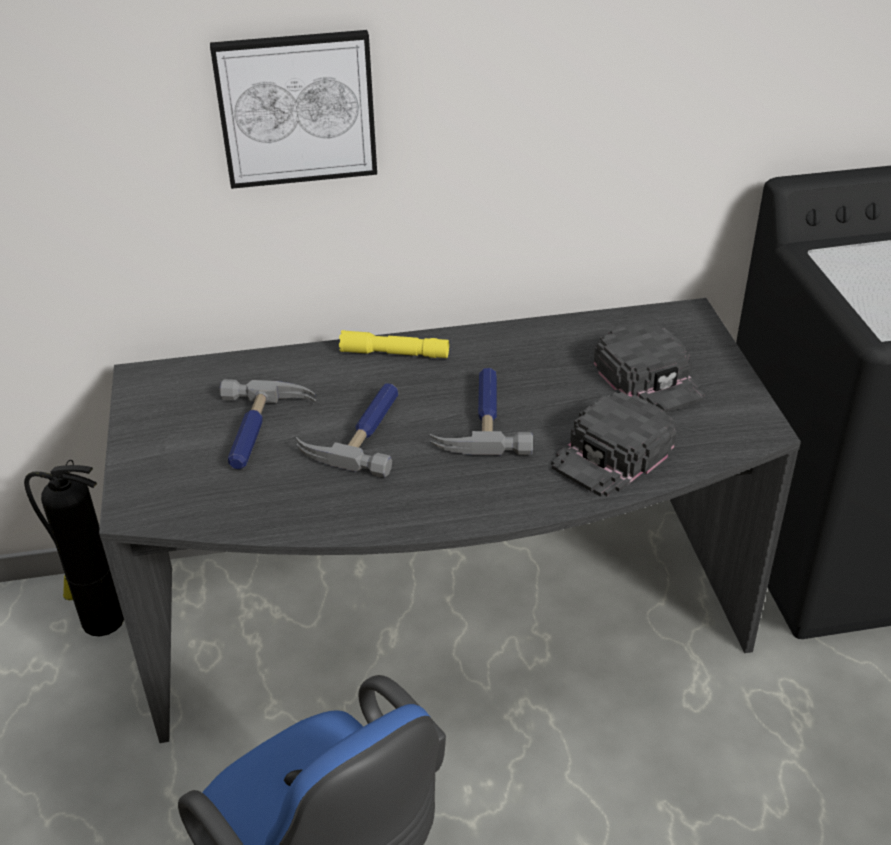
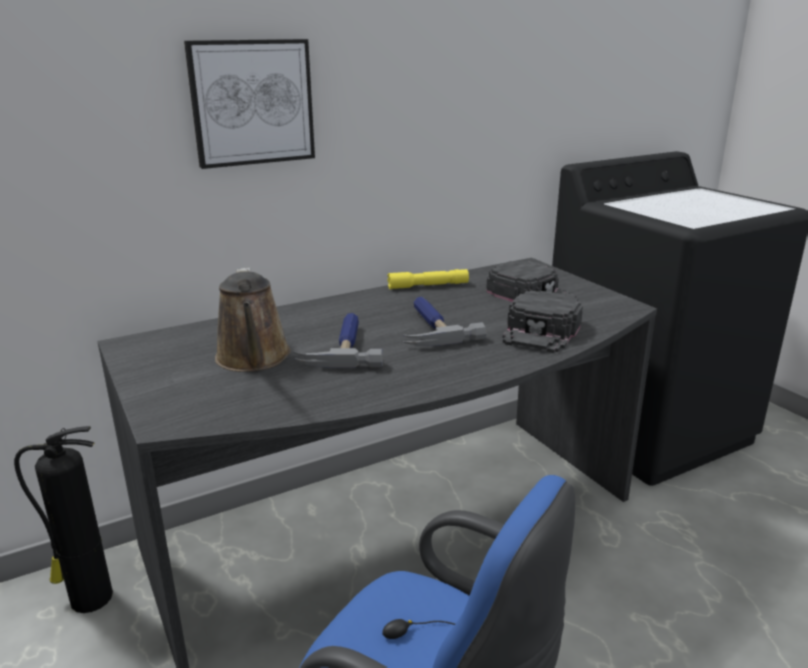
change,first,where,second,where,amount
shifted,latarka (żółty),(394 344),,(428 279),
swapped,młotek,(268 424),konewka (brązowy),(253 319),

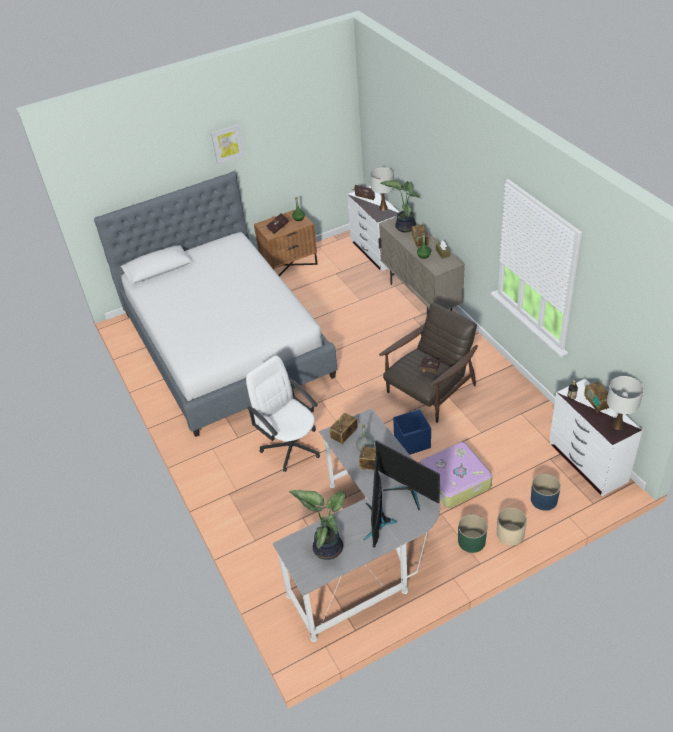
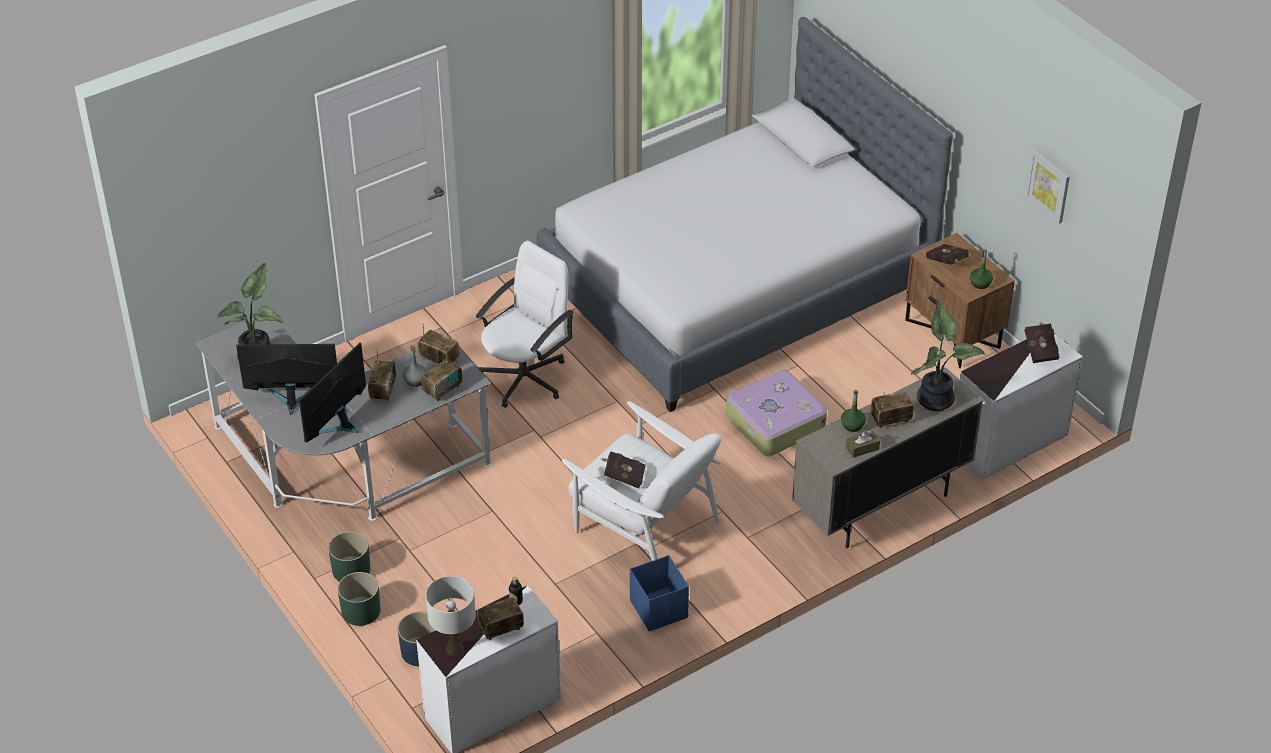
change,first,where,second,where,amount
gone,lampa stołowa (biały),(382 189),,,
new,,,radio,(441 374),
shifted,obraz,(227 144),,(1048 187),
shifted,pojemnik do przechowywania (niebieski),(412 432),,(659 593),
shifted,walizka,(456 475),,(776 413),
repainted,fotel (brązowy),(428 363),fotel (biały),(642 481),
repainted,donica (beżowy),(512 527),donica (zielony),(359 599),

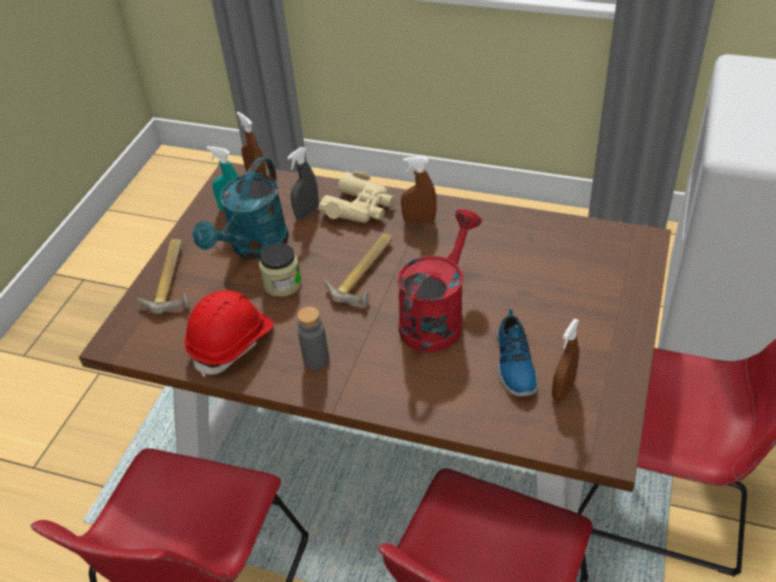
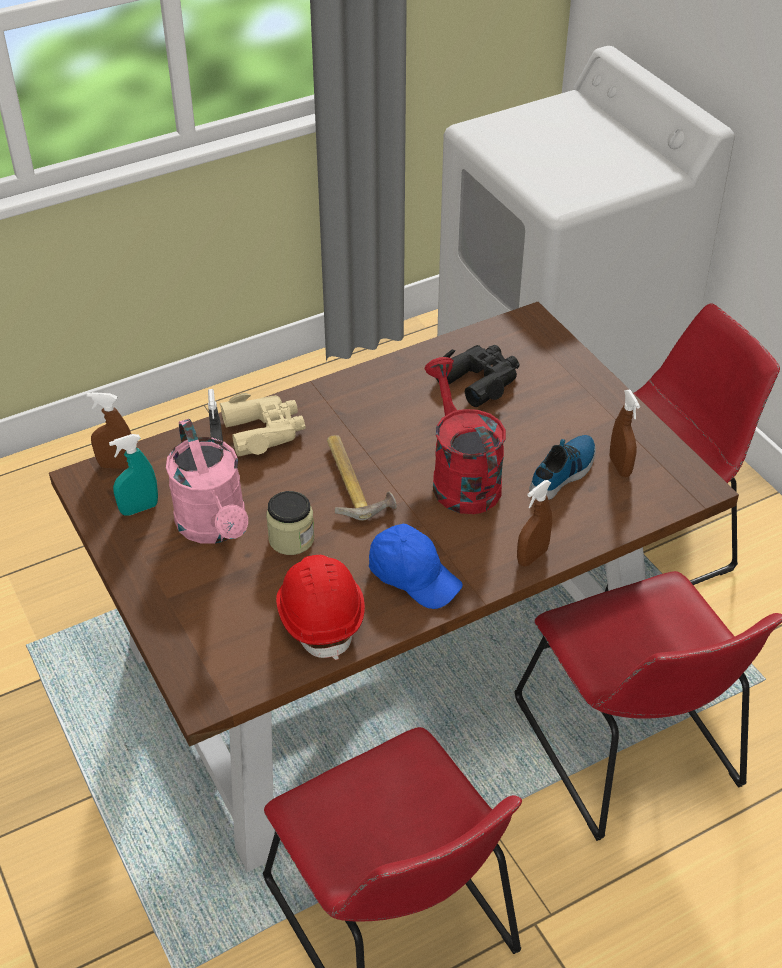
change,first,where,second,where,amount
gone,młotek,(163 276),,,
new,,,lornetka (czarny),(478 376),
shifted,spryskiwacz (brązowy),(419 190),,(534 523),
swapped,butelka (szary),(313 338),czapka z daszkiem (niebieski),(416 566),
repainted,konewka (turkusowy),(240 208),konewka (różowy),(207 481),
rotated,but,(517 353),,(562 467),90 degrees counterclockwise

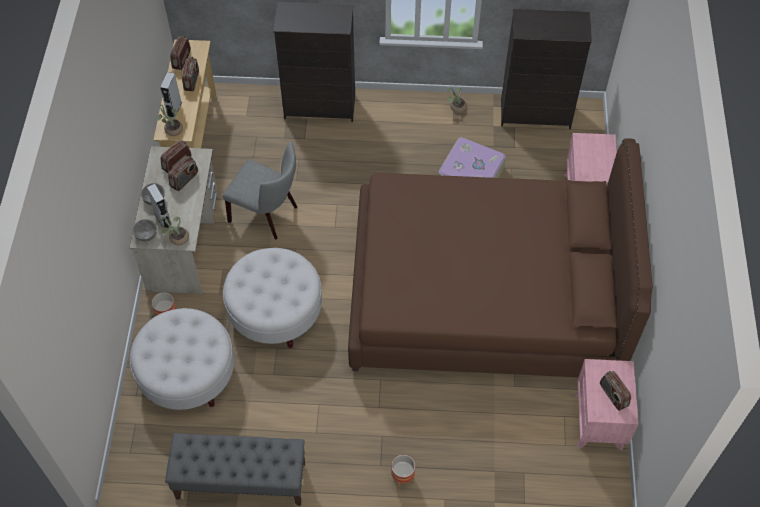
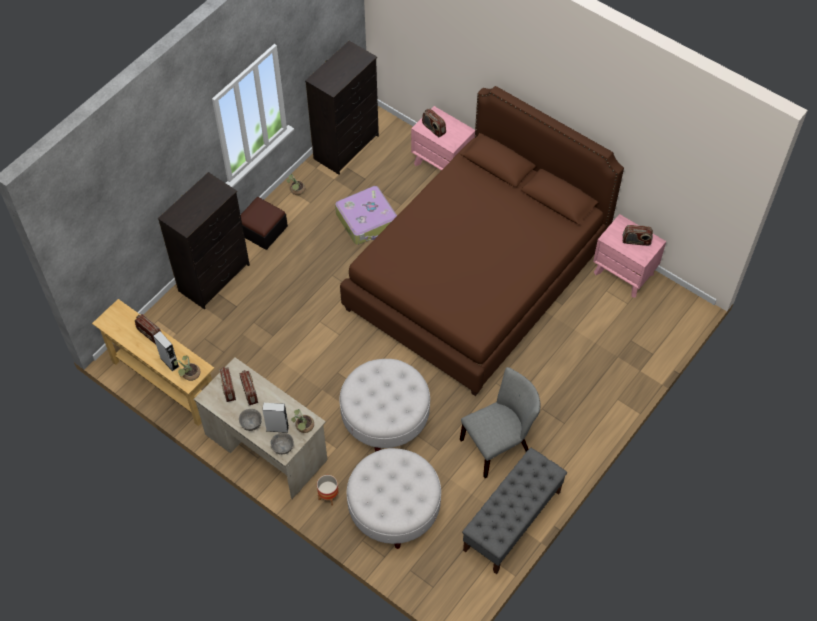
change,first,where,second,where,amount
gone,donica,(403 472),,,
new,,,pufa,(264 223),
shifted,radio,(180 53),,(434 123),
shifted,krzesło (szary),(260 190),,(500 422),

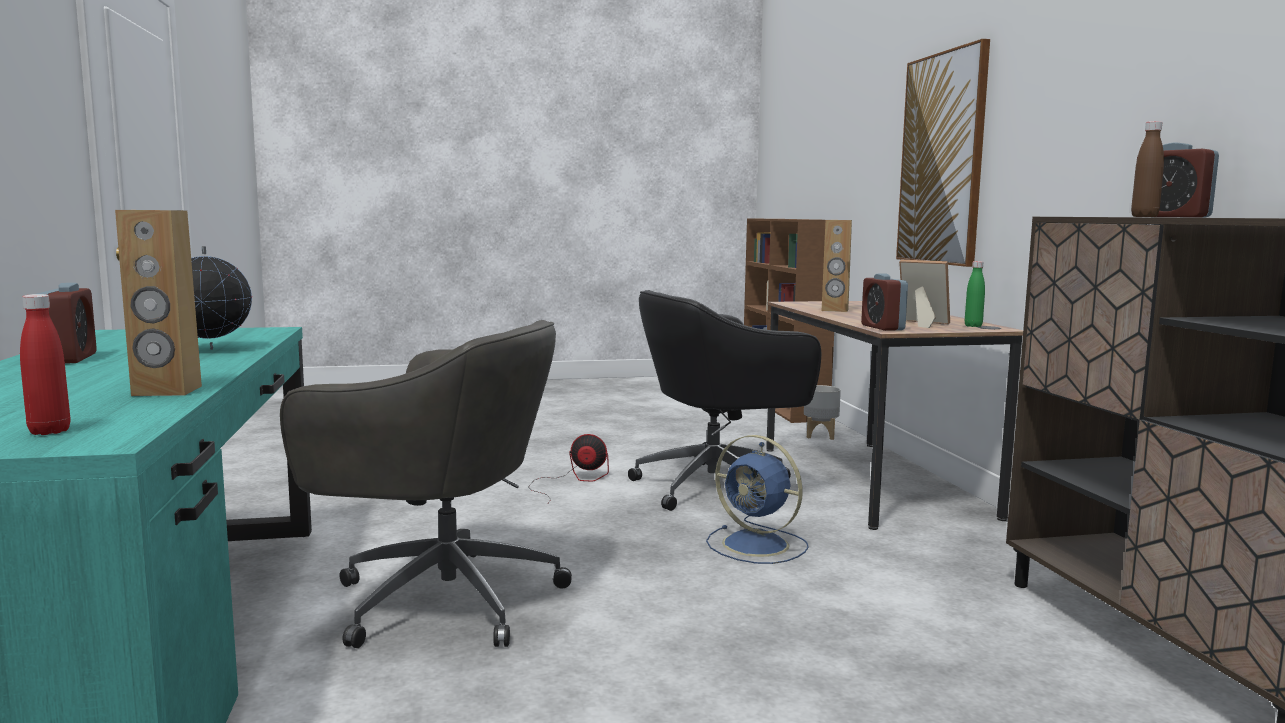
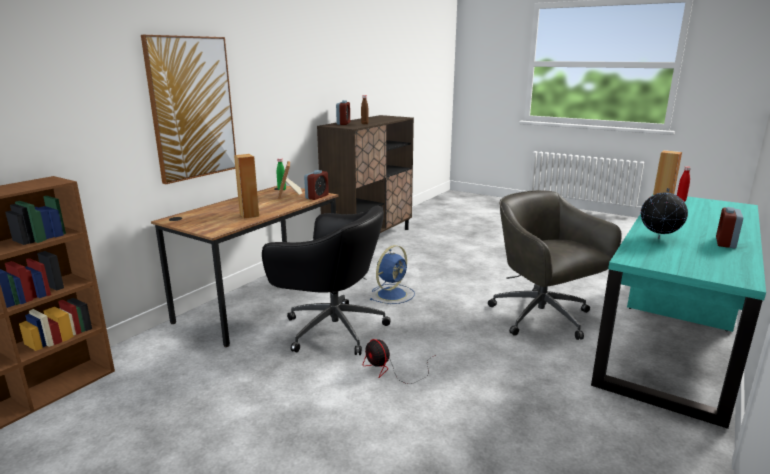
change,first,where,second,where,amount
gone,donica (szary),(822 412),,,
rotated,wentylator (niebieski),(757 499),,(392 274),45 degrees clockwise

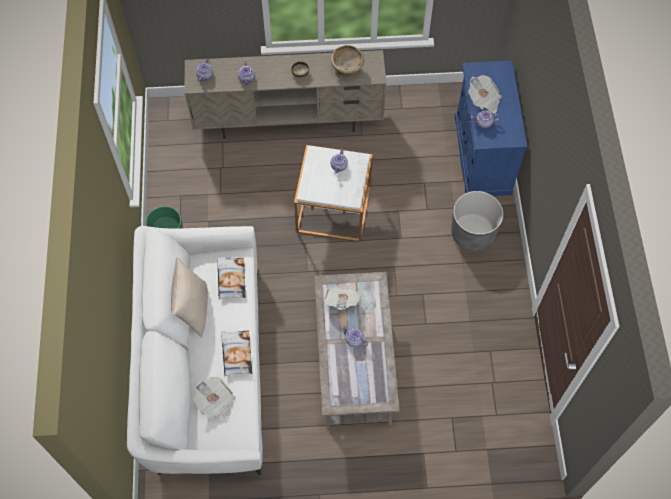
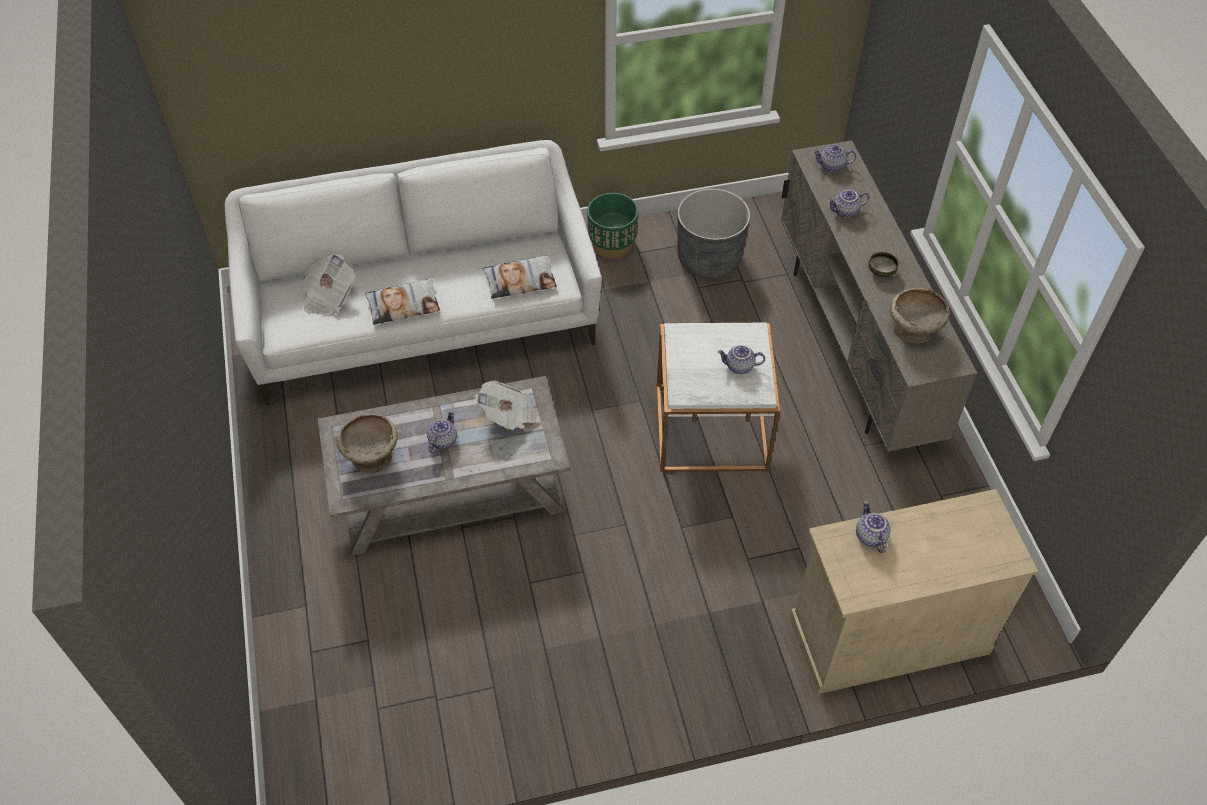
change,first,where,second,where,amount
gone,poduszka (beżowy),(189 297),,,
gone,gazeta,(485 94),,,
new,,,miska (beżowy),(367 443),
shifted,donica (szary),(477 221),,(713 234),
repainted,szafka (niebieski),(491 128),szafka (beżowy),(914 591),

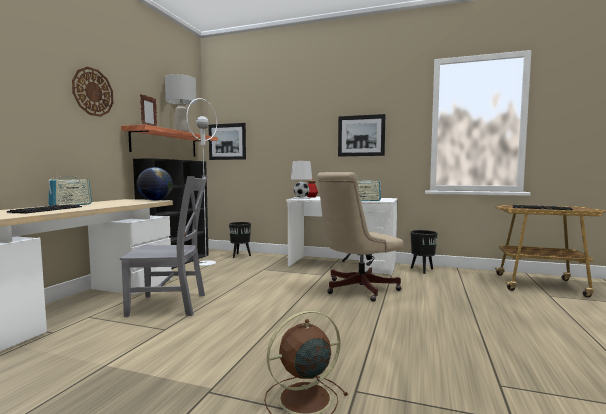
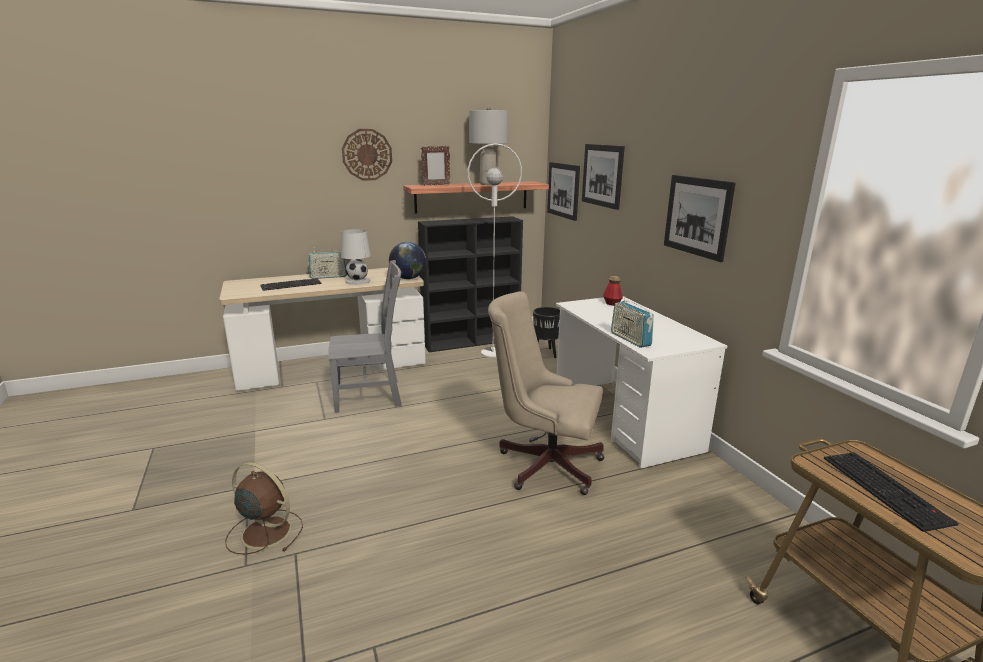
change,first,where,second,where,amount
gone,donica (czarny),(424 252),,,
new,,,obraz,(603 177),
shifted,lampa stołowa (biały),(301 180),,(356 257),
rotated,krzesło (szary),(164 246),,(365 336),60 degrees counterclockwise

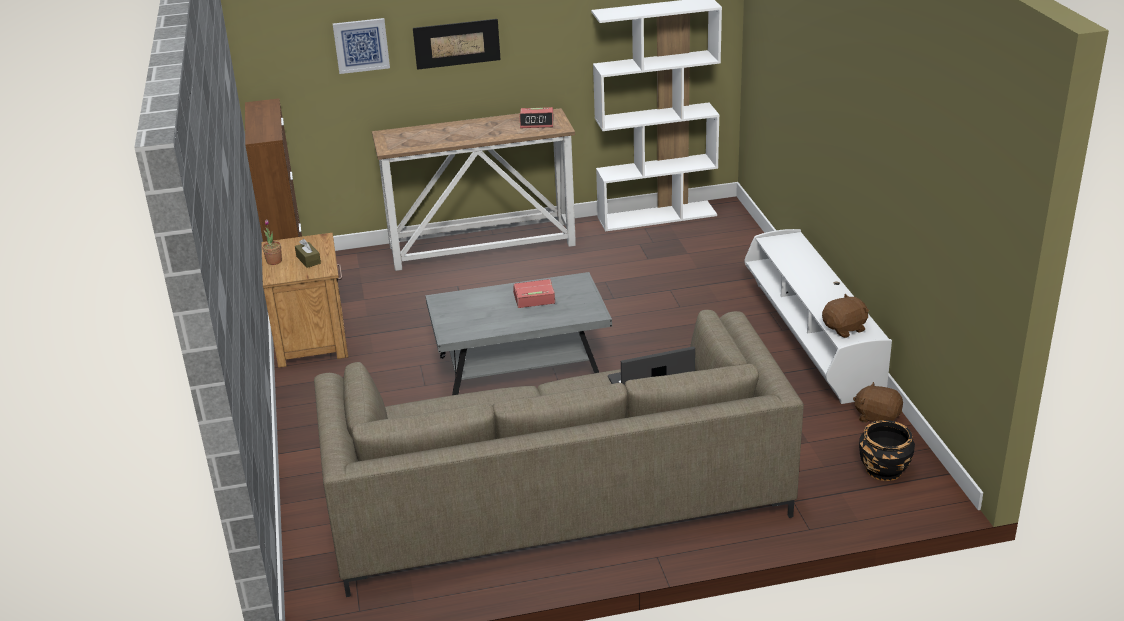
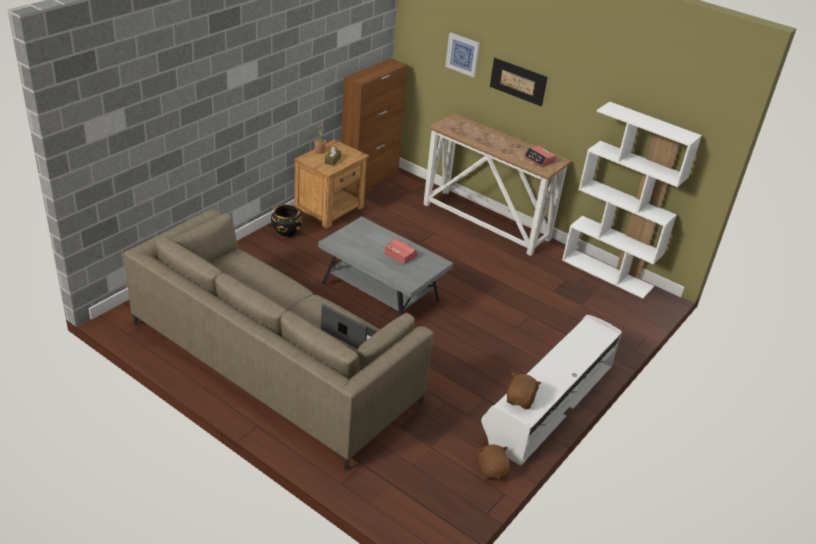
change,first,where,second,where,amount
shifted,donica (czarny),(887 450),,(286 221),
rotated,pluszak (brązowy),(845 316),,(524 391),90 degrees counterclockwise

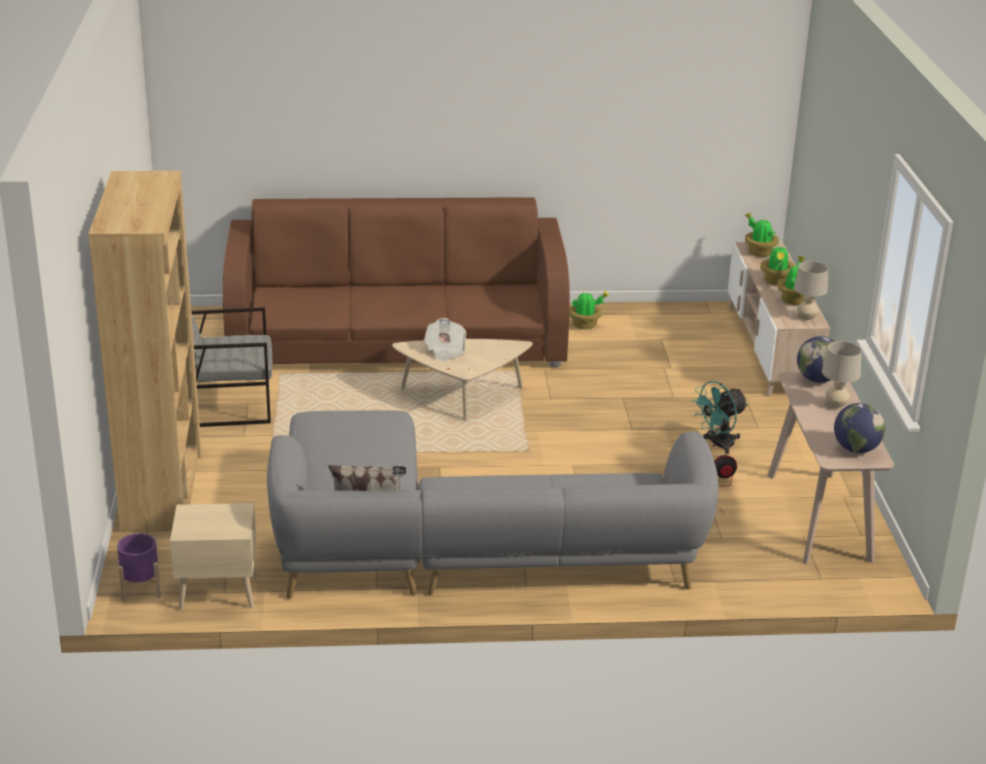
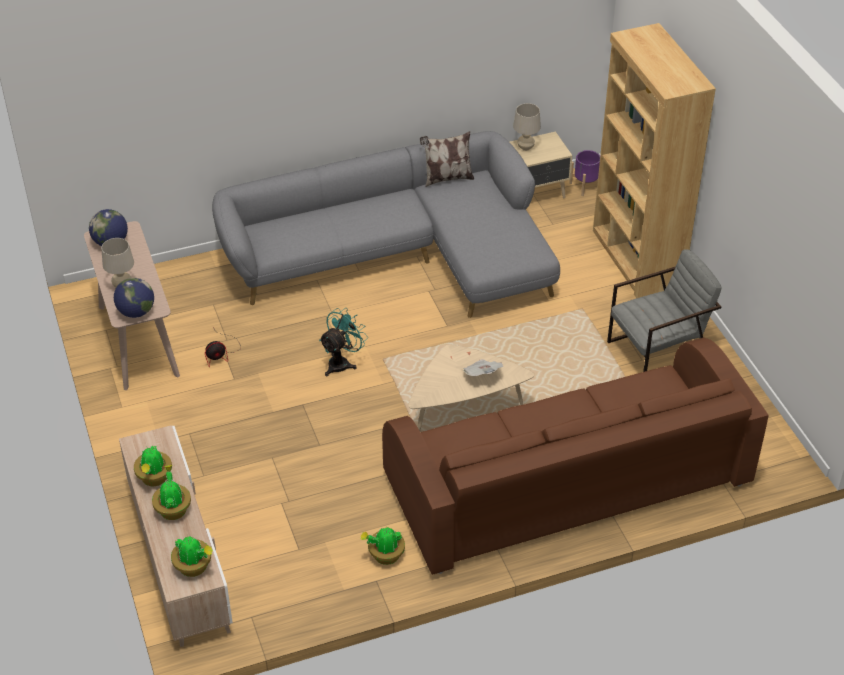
change,first,where,second,where,amount
shifted,wentylator (turkusowy),(719 417),,(343 342),
shifted,lampa stołowa (beżowy),(811 290),,(527 127),

